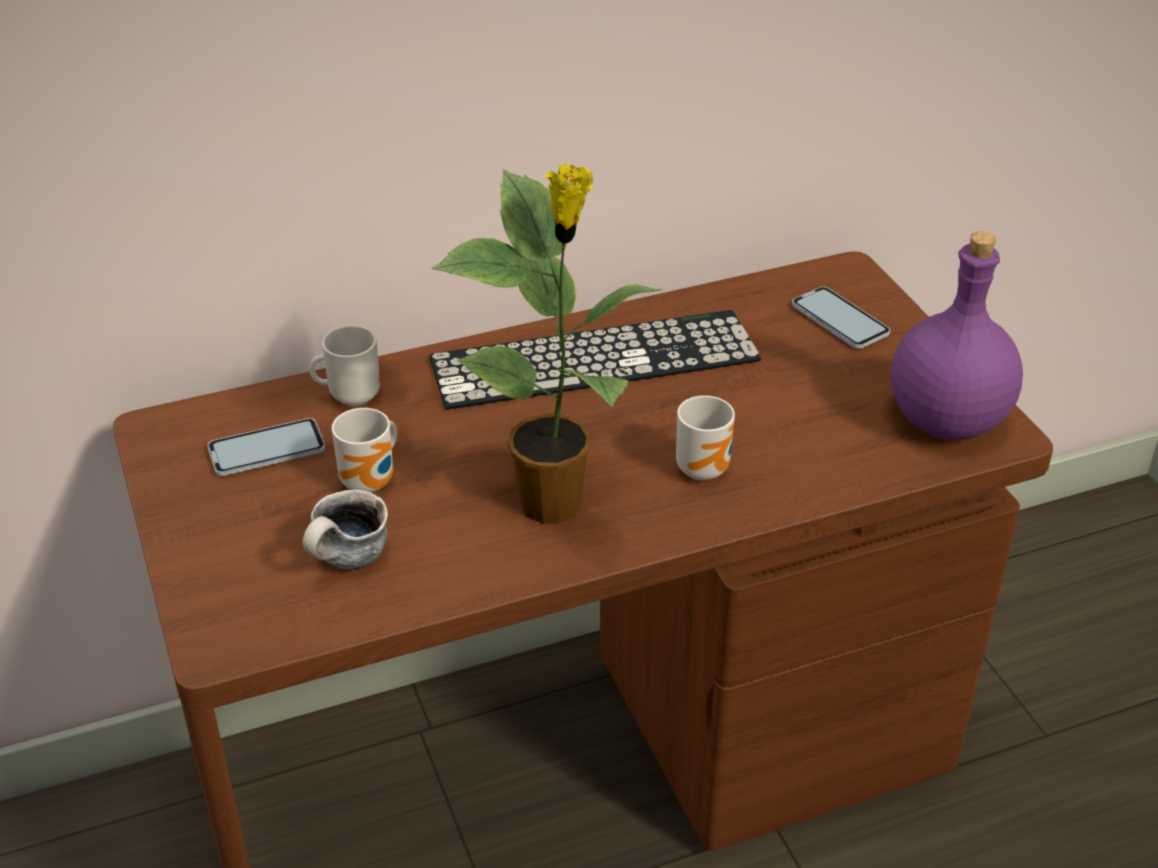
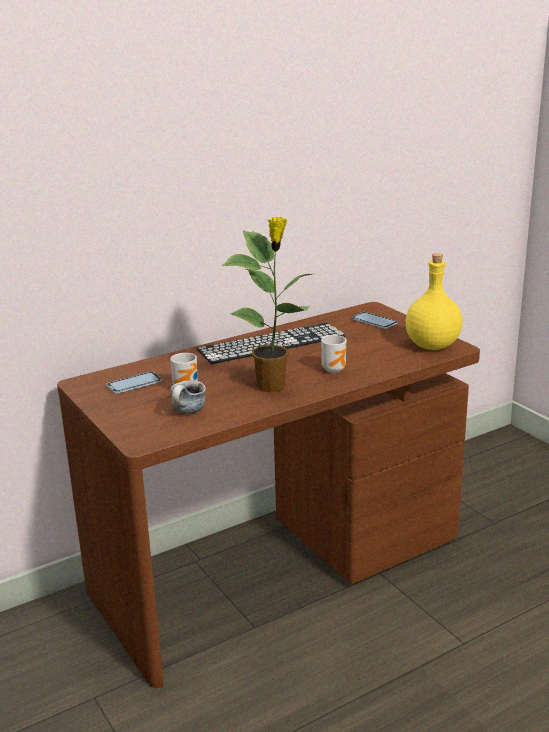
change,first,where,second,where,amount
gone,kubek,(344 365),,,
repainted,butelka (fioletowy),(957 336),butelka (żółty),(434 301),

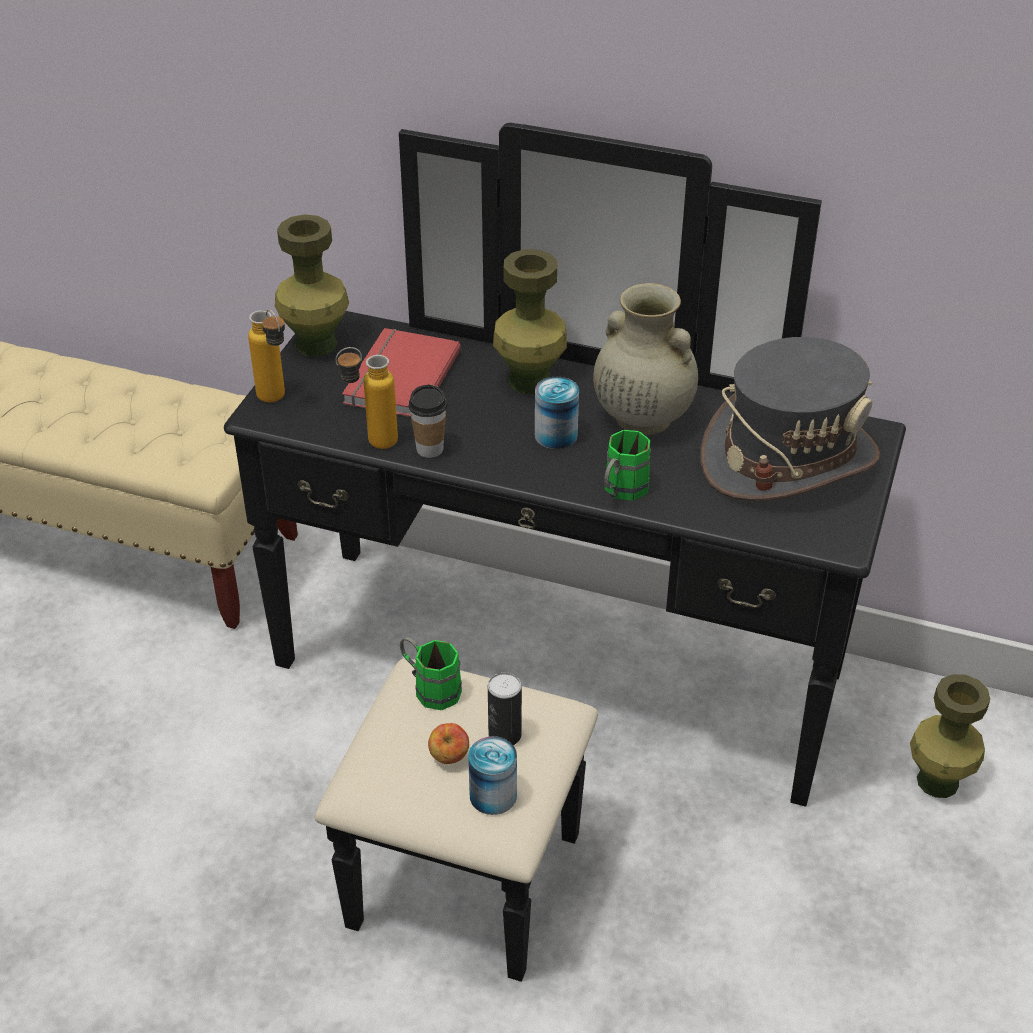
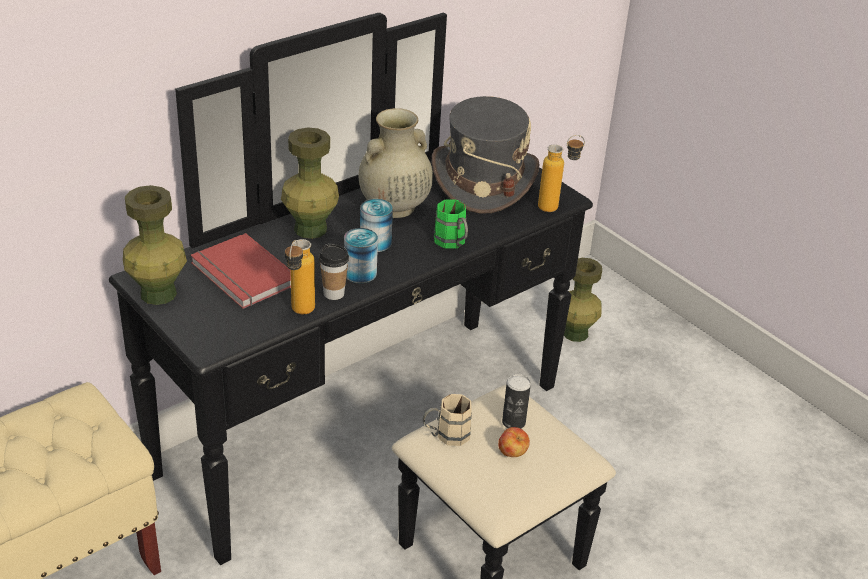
change,first,where,second,where,amount
shifted,butelka,(266 356),,(561 173),
shifted,puszka,(492 775),,(361 255),
repainted,kubek (zielony),(431 673),kubek (beżowy),(447 420),

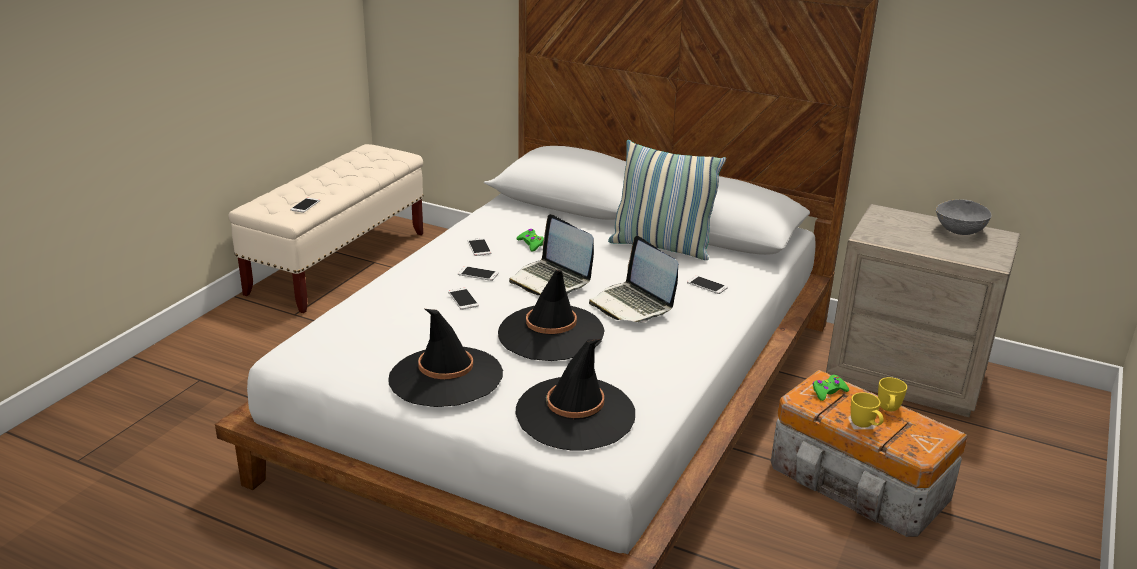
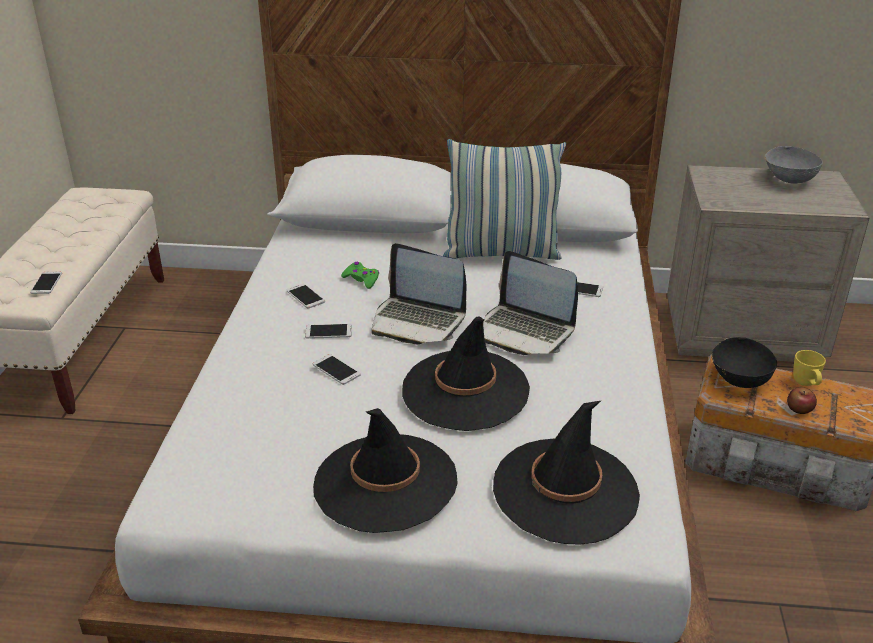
change,first,where,second,where,amount
swapped,pad do gier (zielony),(831 388),miska (czarny),(744 362),
swapped,kubek (żółty),(867 410),jabłko,(802 400),

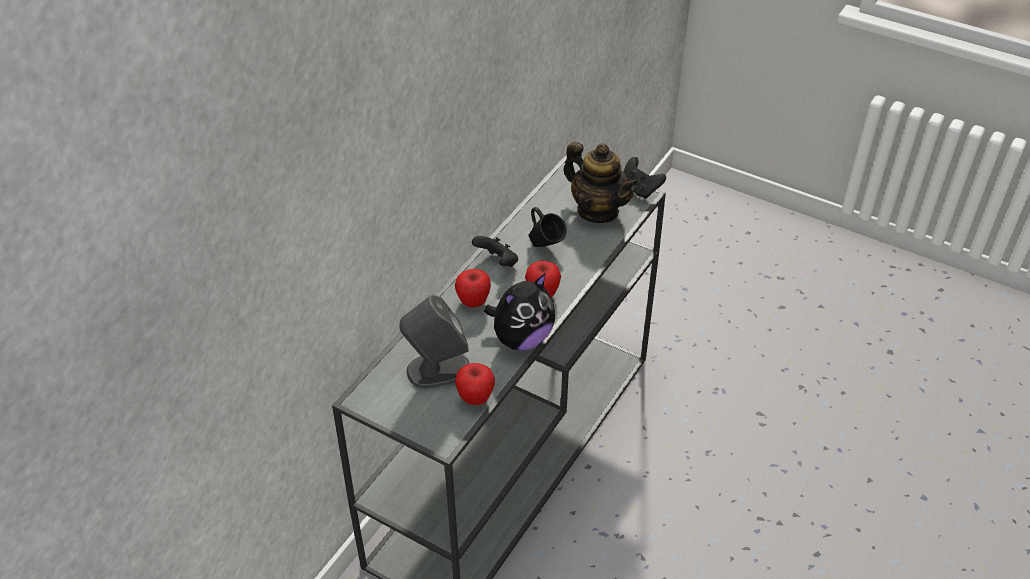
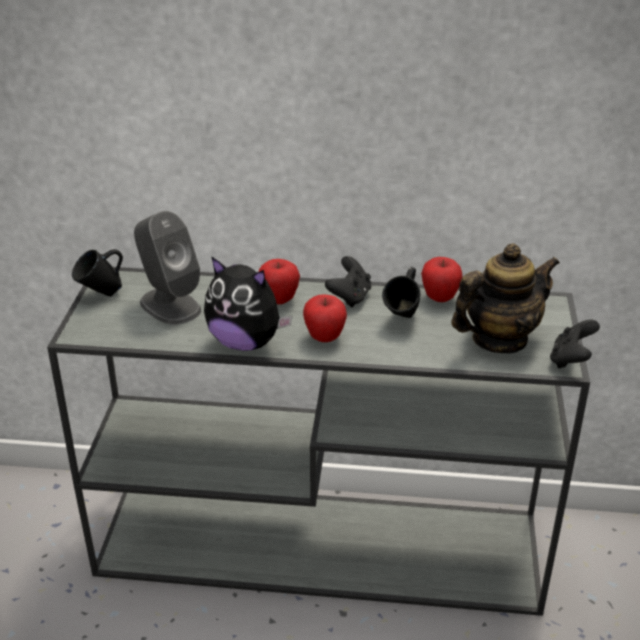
change,first,where,second,where,amount
new,,,kubek (czarny),(97 272),
shifted,jabłko,(475 384),,(442 279),
rotated,imbryk,(601 182),,(505 298),135 degrees counterclockwise

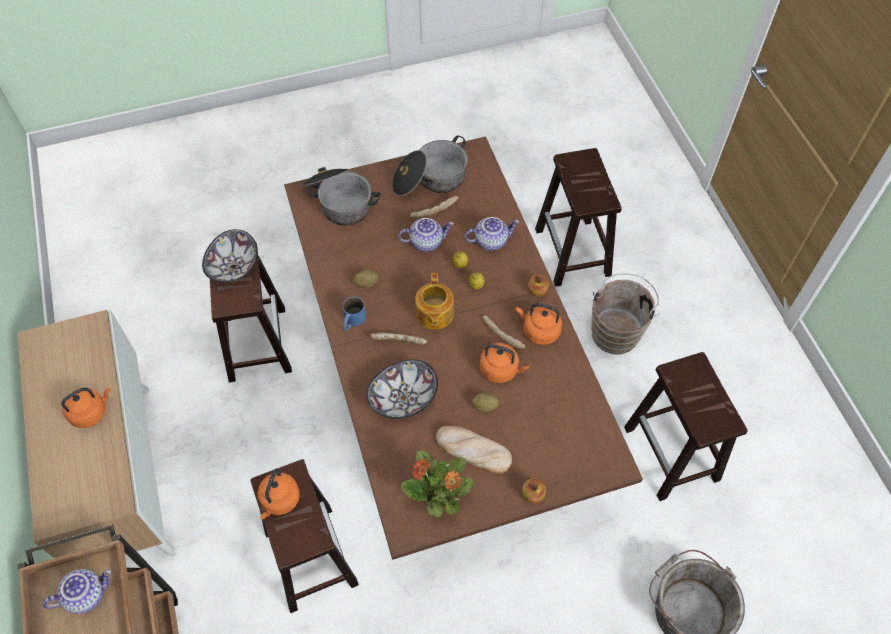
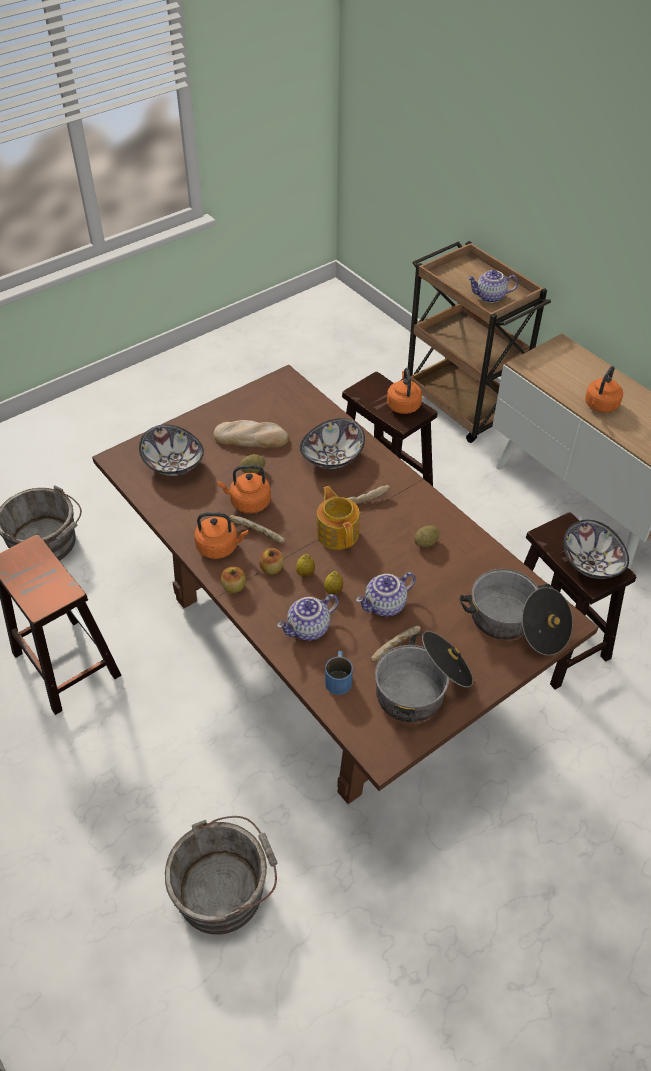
change,first,where,second,where,amount
gone,roślina doniczkowa,(438 484),,,
gone,wiadro (brązowy),(625 314),,,
new,,,miska,(171 450),
shifted,kubek (niebieski),(354 314),,(339 673),
shifted,jabłko,(534 490),,(271 561),
swapped,stołek (brązowy),(578 217),wiadro (szary),(221 875),
rotated,imbryk,(77 591),,(492 286),45 degrees clockwise

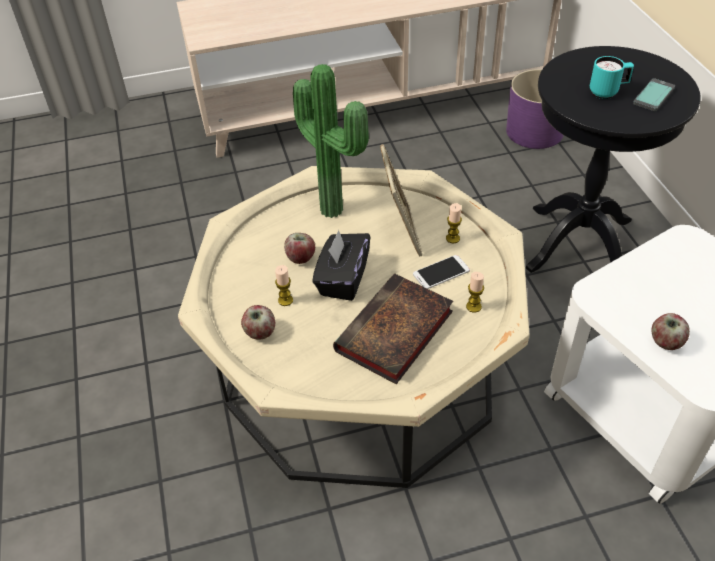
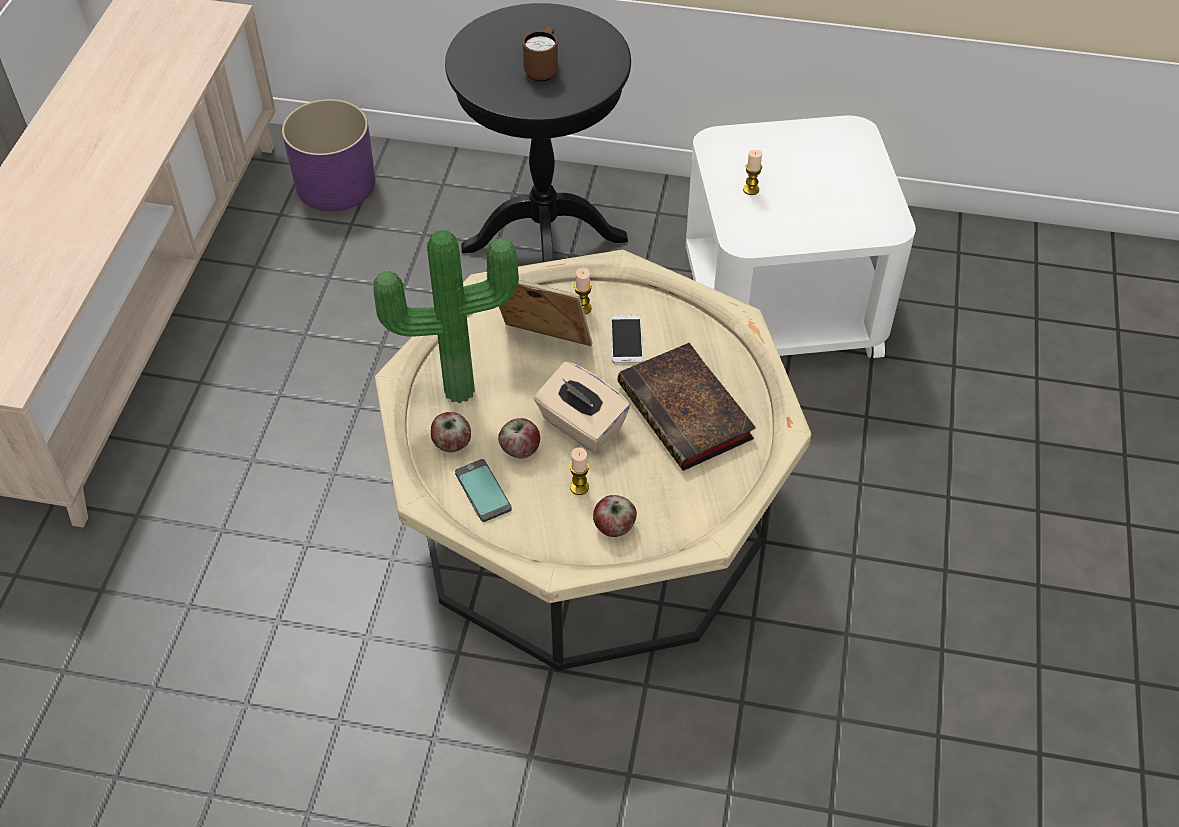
change,first,where,second,where,amount
shifted,świeca,(475 292),,(752 172),
shifted,telefon,(654 94),,(483 490),
shifted,jabłko,(671 331),,(451 432),
repainted,pudełko chusteczek (czarny),(341 265),pudełko chusteczek (beżowy),(582 406),
repainted,kubek (turkusowy),(612 77),kubek (brązowy),(540 54),

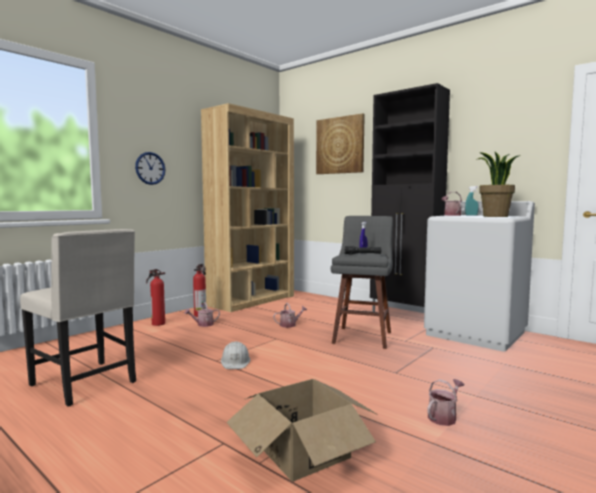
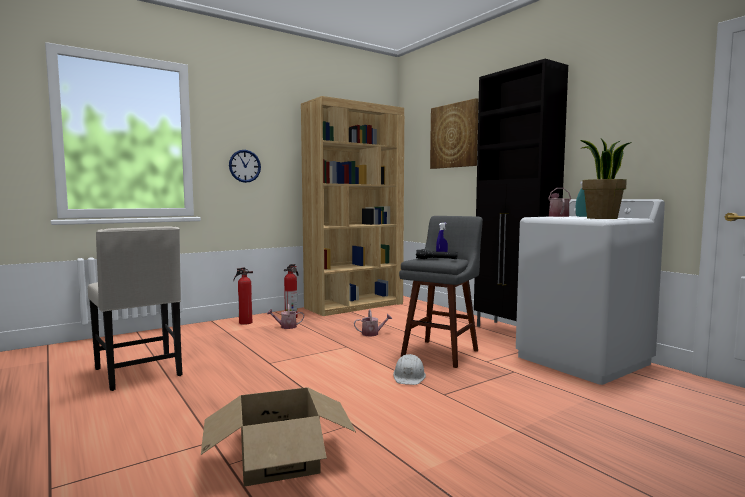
change,first,where,second,where,amount
gone,konewka,(446 402),,,
shifted,kask (biały),(235 355),,(409 369),

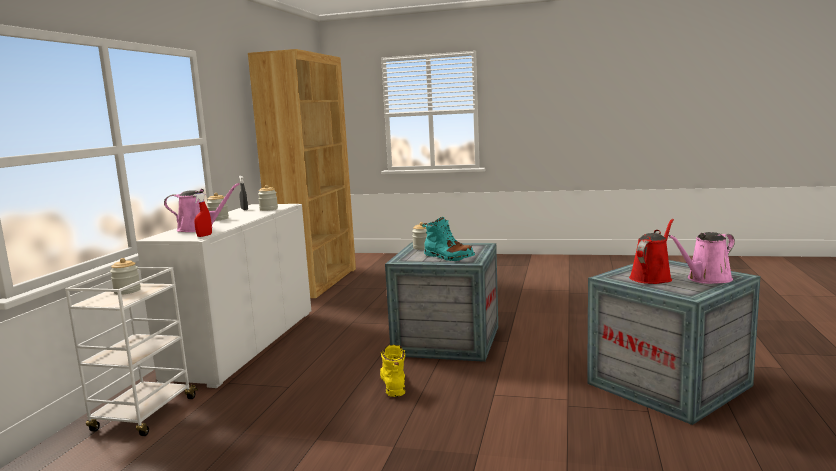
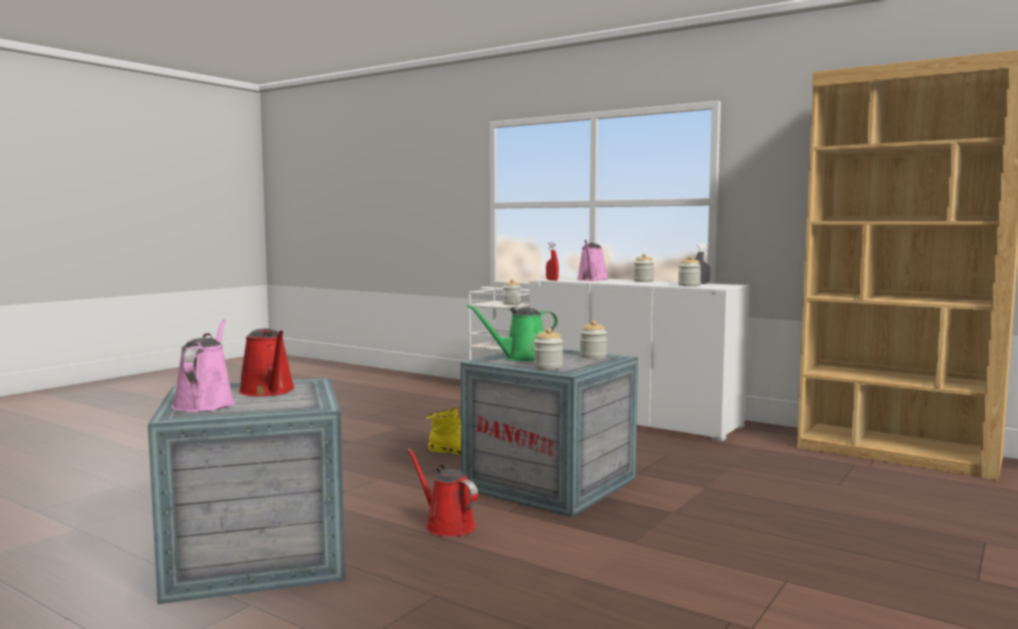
change,first,where,second,where,amount
new,,,konewka (czerwony),(442 492),
new,,,słoik,(548 349),
swapped,but z cholewką (turkusowy),(448 239),konewka (zielony),(512 332),

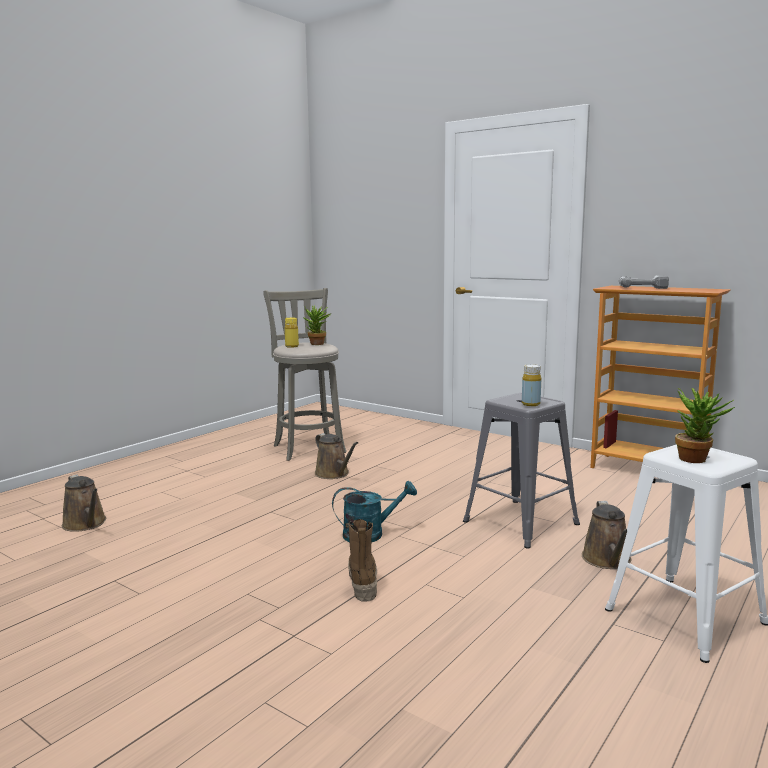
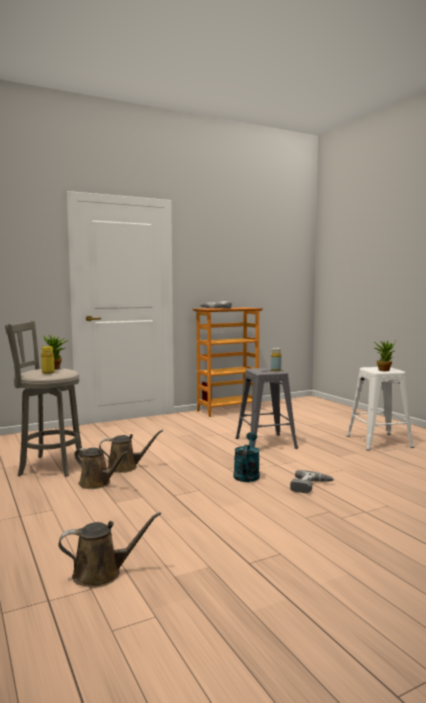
change,first,where,second,where,amount
shifted,konewka (brązowy),(607 535),,(101 468),
swapped,but z cholewką,(361 560),wiertarka,(312 481),

